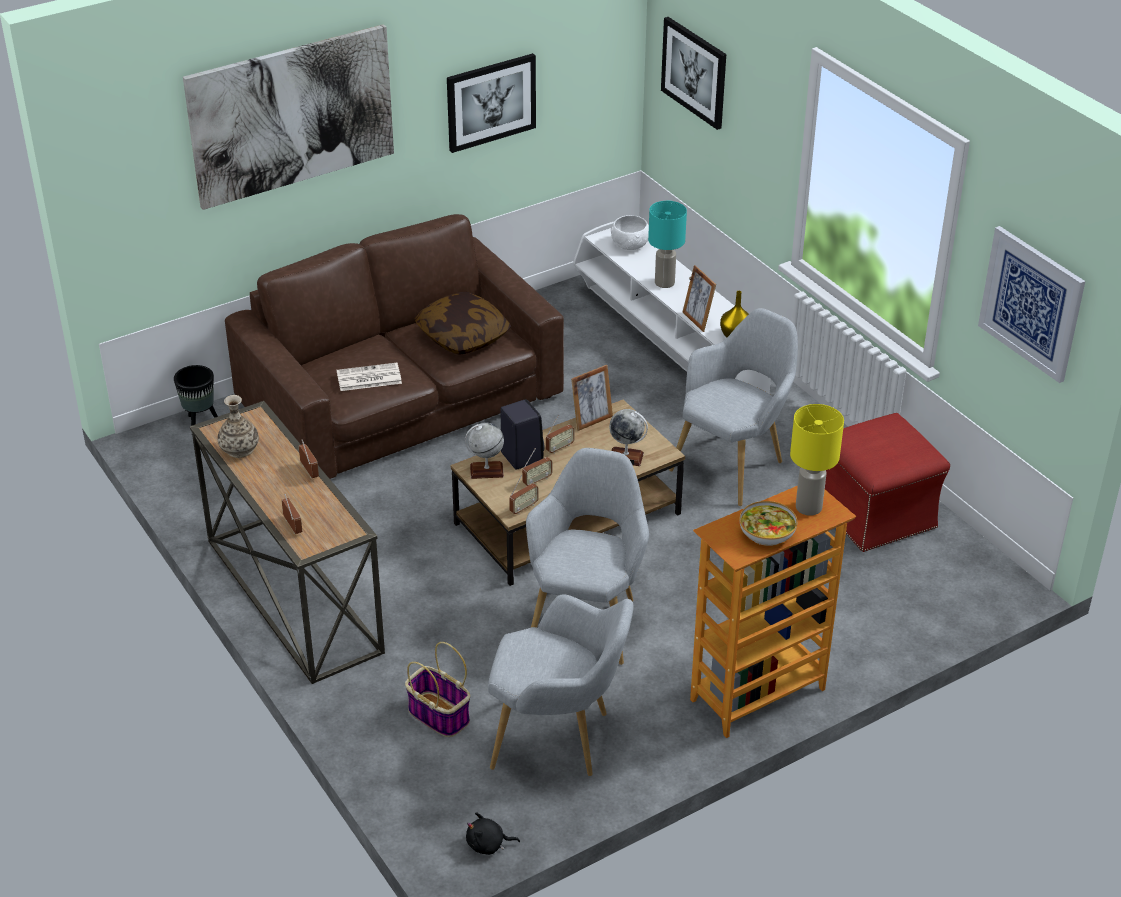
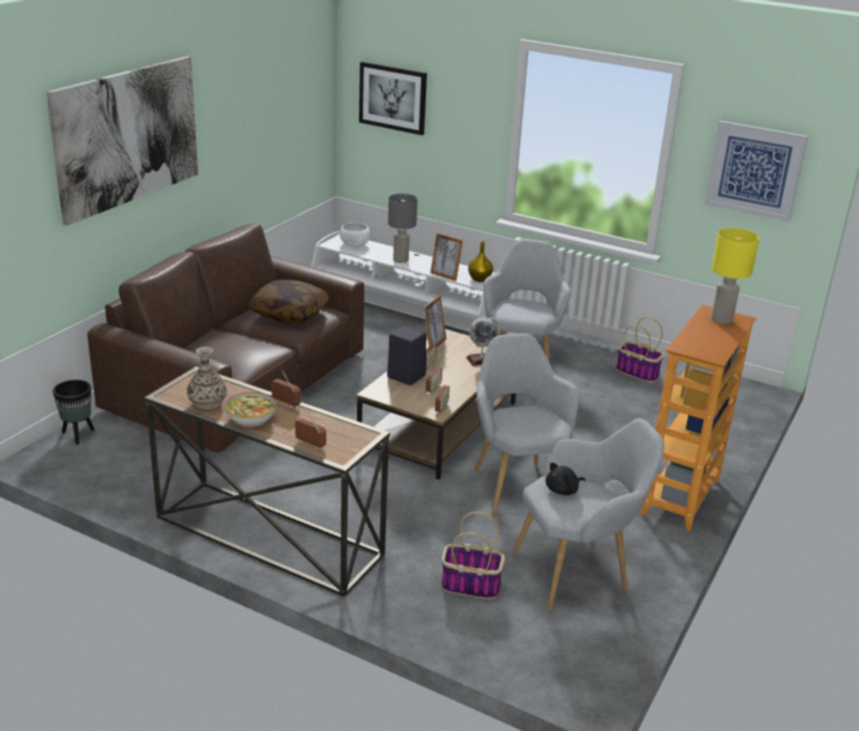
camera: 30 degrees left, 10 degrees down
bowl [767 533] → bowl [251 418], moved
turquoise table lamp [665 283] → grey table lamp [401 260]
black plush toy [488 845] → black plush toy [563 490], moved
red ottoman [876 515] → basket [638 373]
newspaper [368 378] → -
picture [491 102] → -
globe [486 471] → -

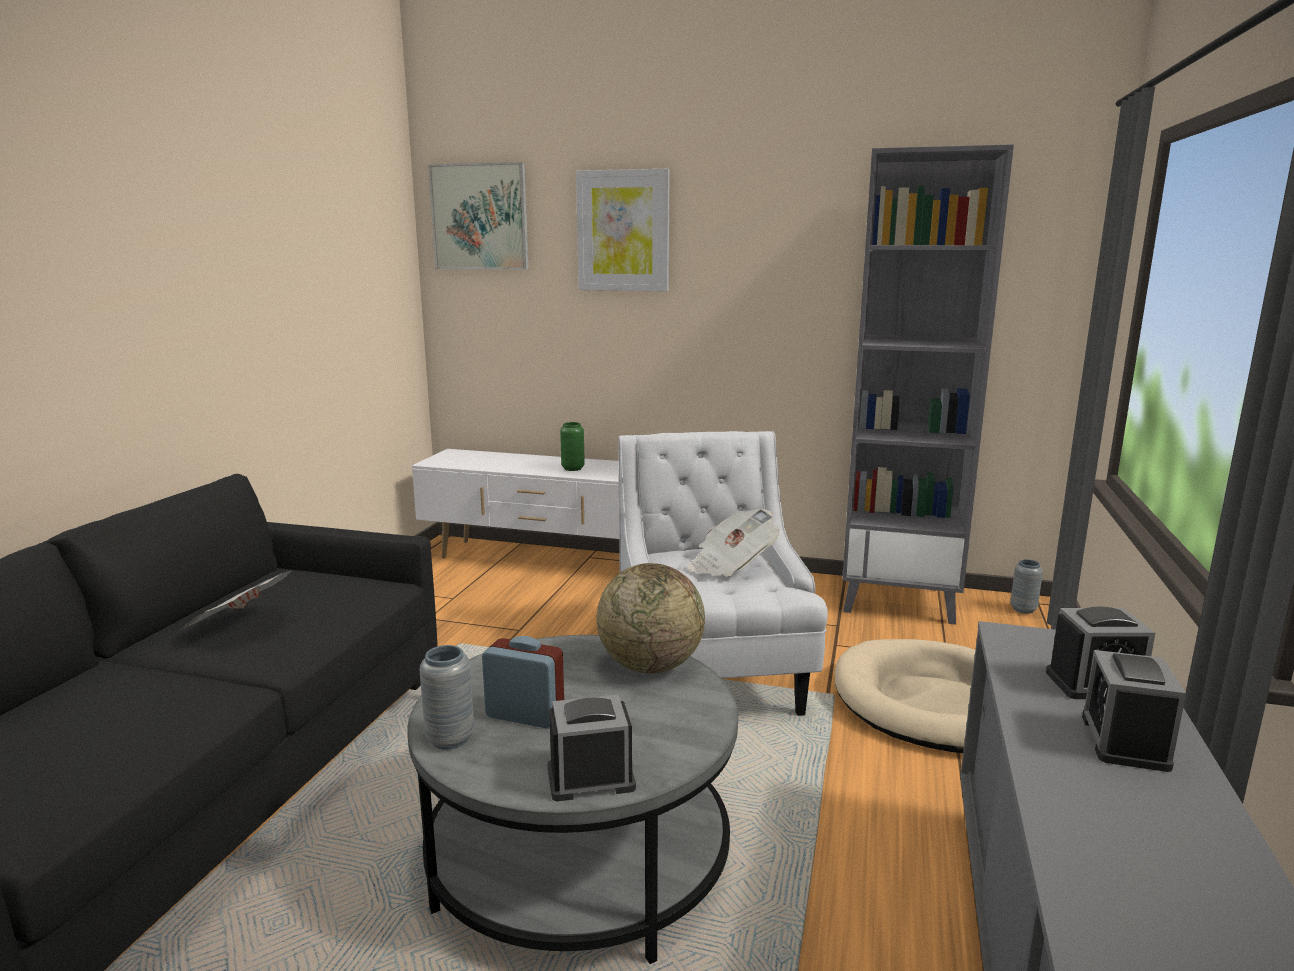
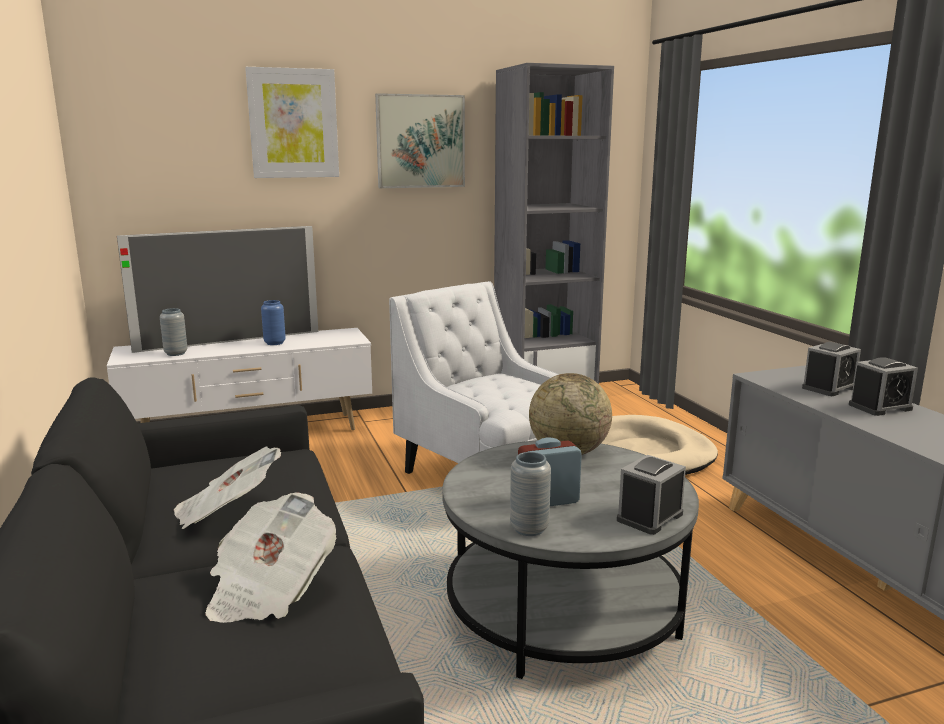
camera: 35 degrees left, 0 degrees up
- → television [229 341]
grey vase [1023 609] → grey vase [176 353], moved
newspaper [731 565] → newspaper [269 589], moved
green vase [573 468] → blue vase [274 343]
picture [479 217] → picture [420 141], moved
alarm clock [1124 741] → alarm clock [880 407], 90 degrees counterclockwise

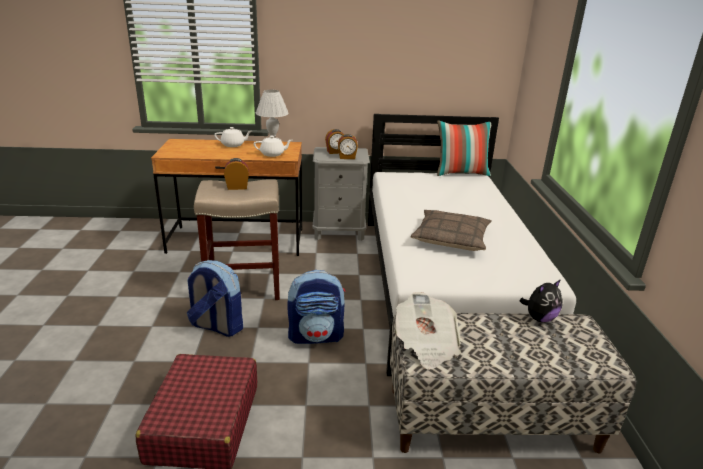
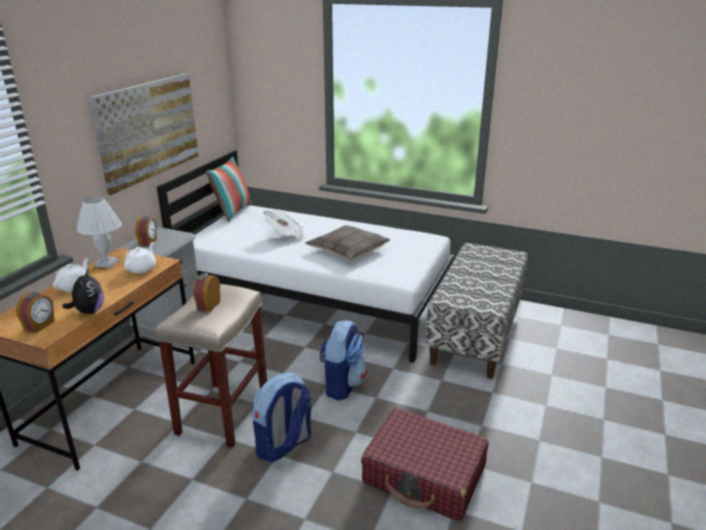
camera: 65 degrees left, 0 degrees up
alarm clock [347 157] → alarm clock [40 326], moved
plush toy [539 318] → plush toy [89 311], moved
- → picture [149 130]
newspaper [426 345] → newspaper [285 235], moved

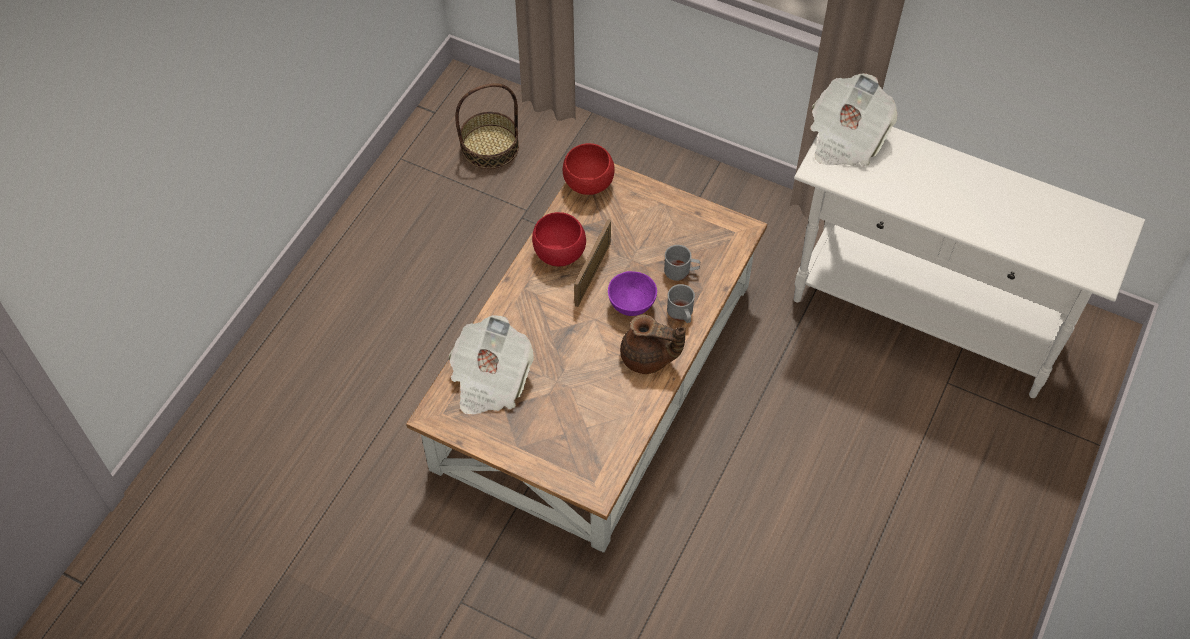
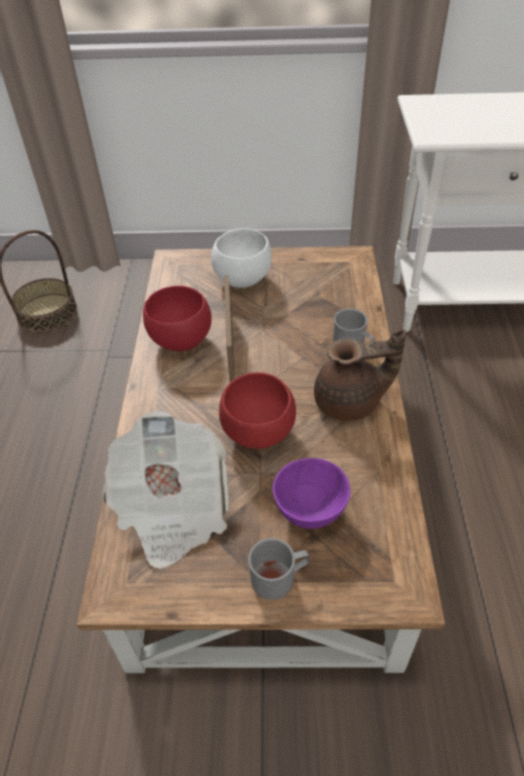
camera: 25 degrees left, 10 degrees down
- → white bowl [241 279]
red bowl [589 184] → red bowl [260 433], moved
grey mug [681 271] → grey mug [279 577], moved
purple bowl [631 305] → purple bowl [309 510], moved
newspaper [846 138] → -

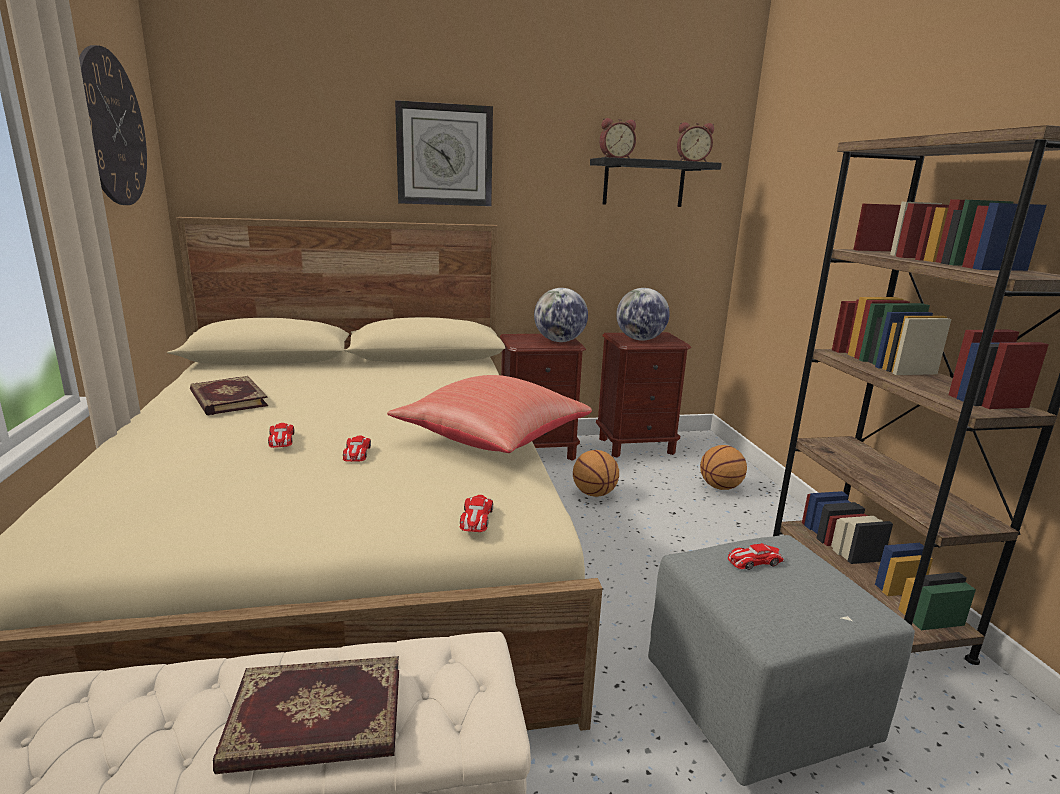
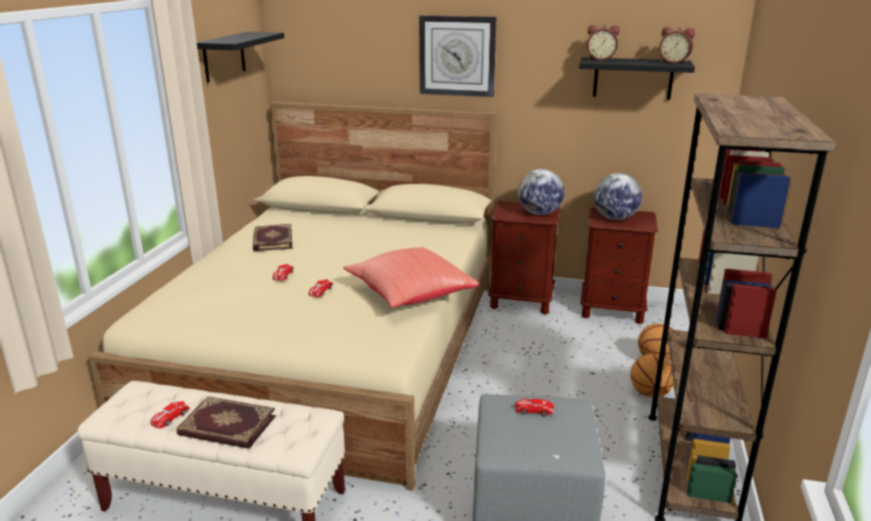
camera: 25 degrees right, 5 degrees up
toy car [476 518] → toy car [170 417], moved
wall clock [111 128] → black shelf [224 56]
basketball [594 494] → basketball [650 394], moved

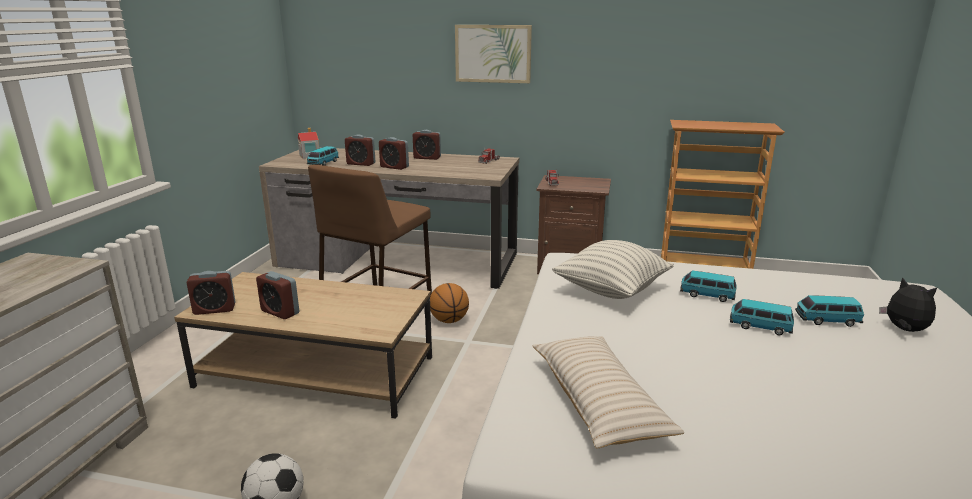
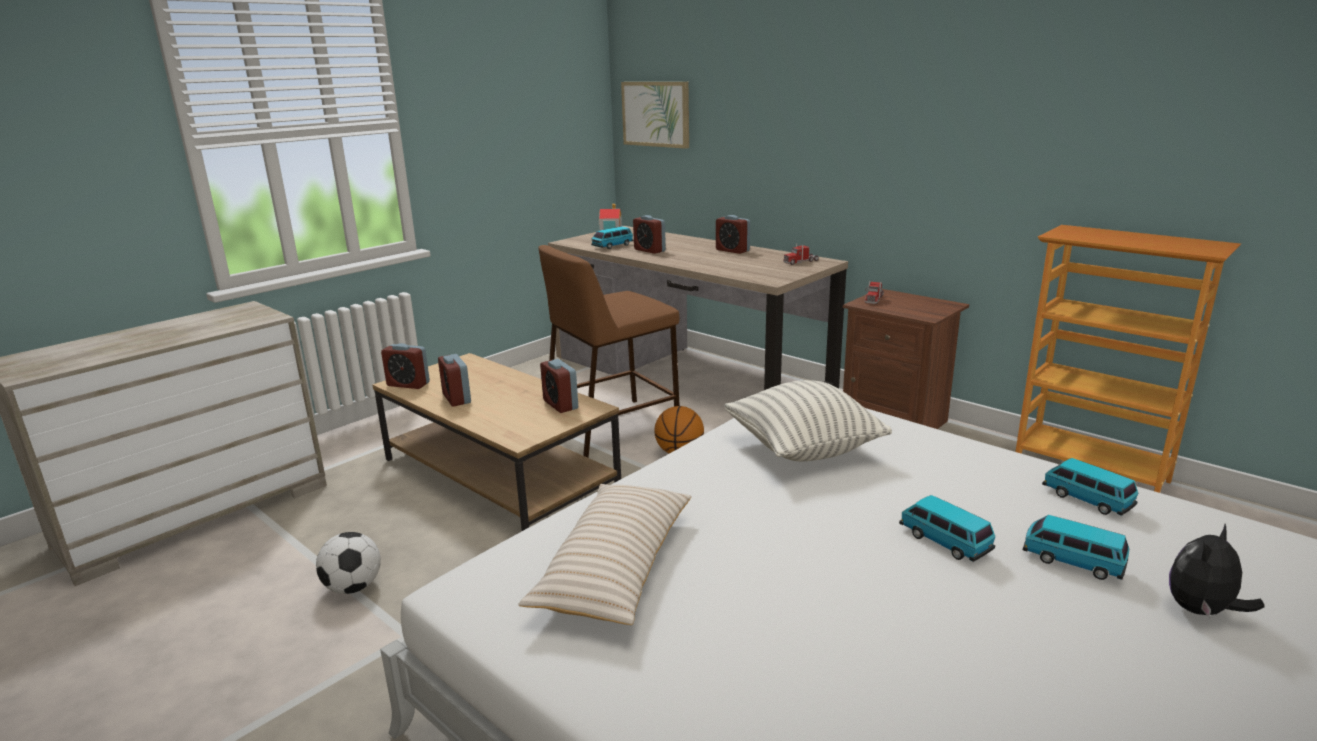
camera: 30 degrees right, 0 degrees up
alarm clock [394 167] → alarm clock [560 405], moved
picture [493 53] → picture [656 114], moved
toy car [707 295] → toy car [1087 499], moved
plush toy [904 330] → plush toy [1202 611], 120 degrees counterclockwise

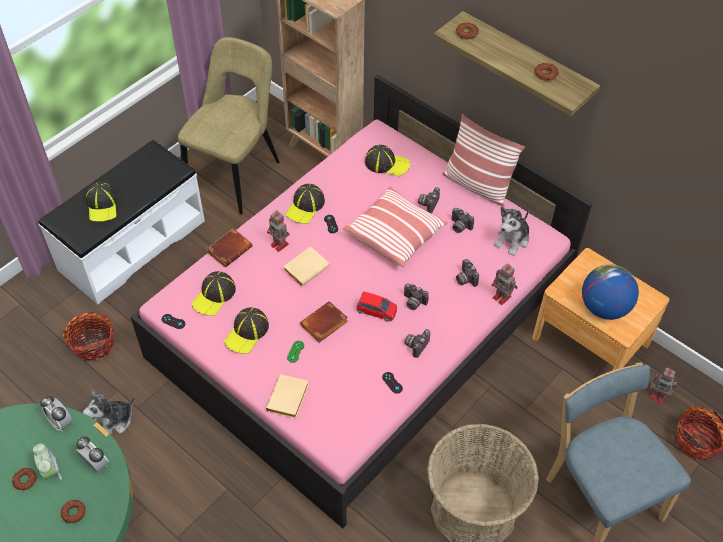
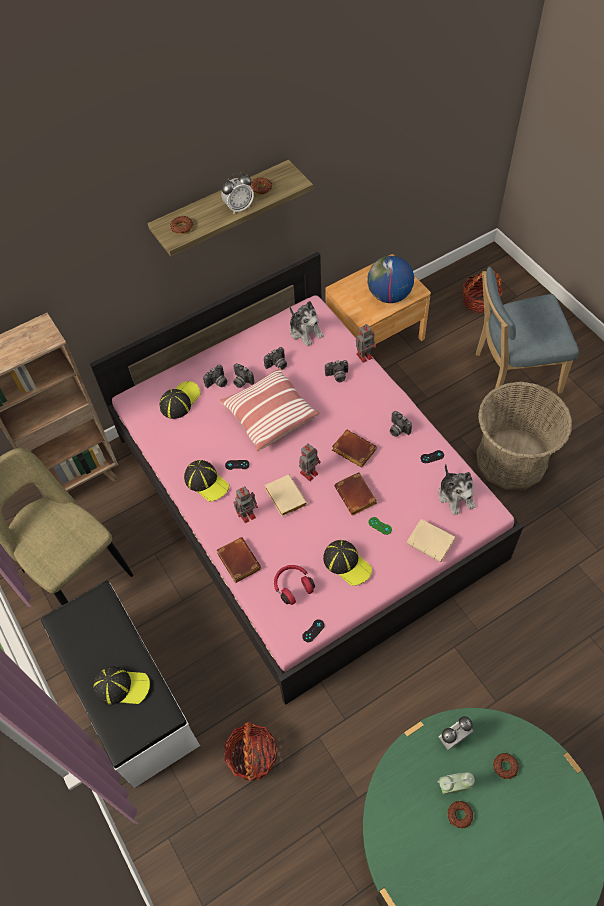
camera: 70 degrees left, 5 degrees up
photo camera [413 302] → photo camera [217 383], moved
alarm clock [61 422] → alarm clock [239 208], moved
cap [214 296] → red headphones [292 586]
toy robot [658 396] → toy robot [309 472], moved
red toy car [376 311] → brown book [352 450]
plush toy [113 421] → plush toy [456 496], moved
pillow [477 185] → -

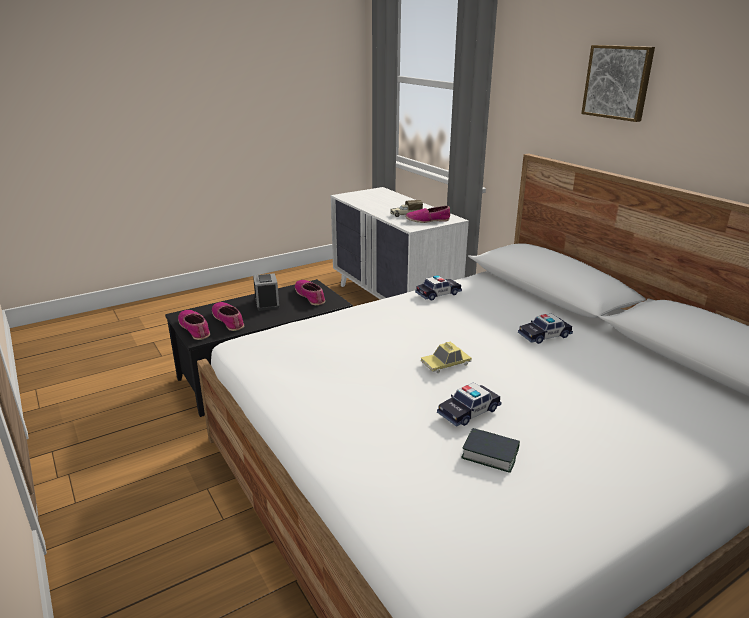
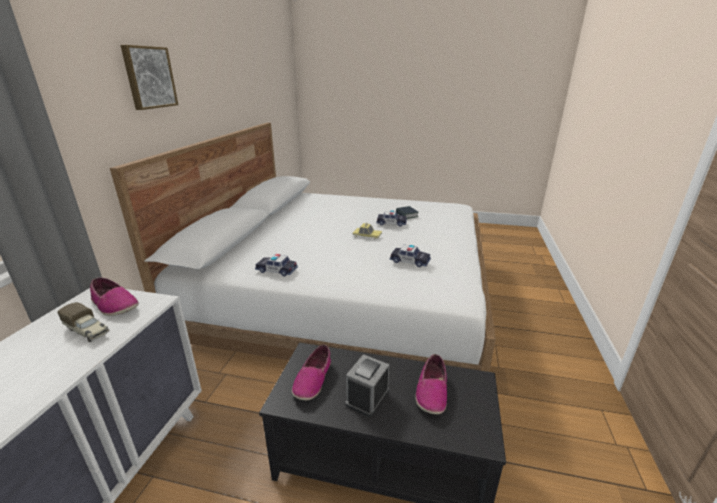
camera: 135 degrees left, 0 degrees up
toy car [544 335] → toy car [410 261], moved
shoe [195 328] → -

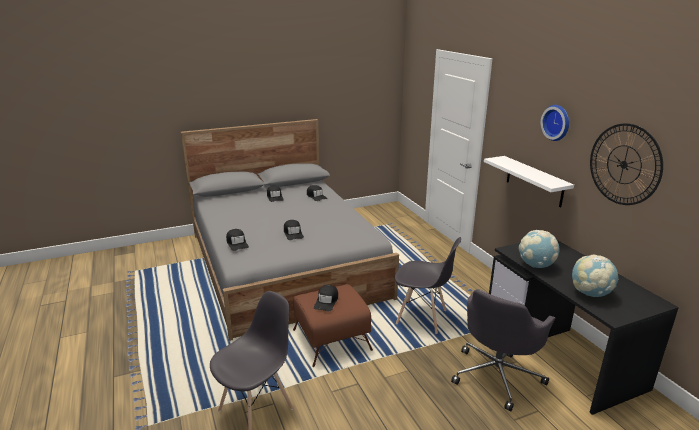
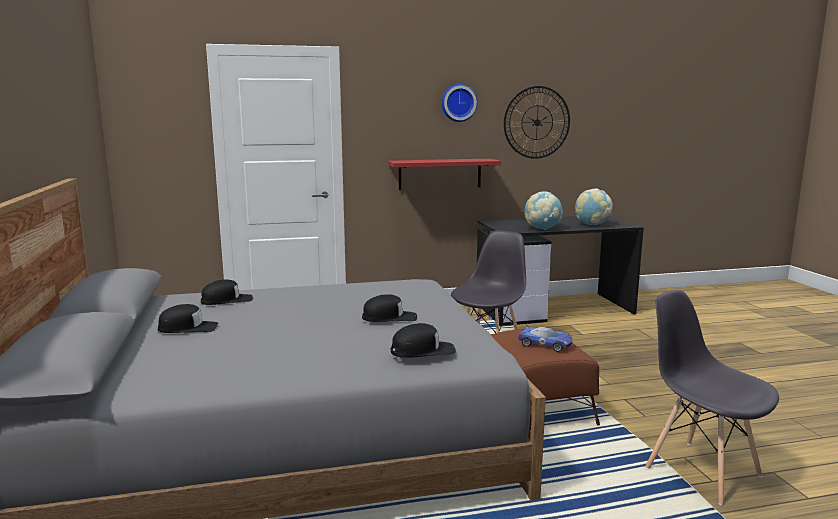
camera: 80 degrees left, 10 degrees down
white shelf [534 181] → red shelf [440 174]
black cap [326 301] → toy car [546 344]
grey office chair [497 375] → -

